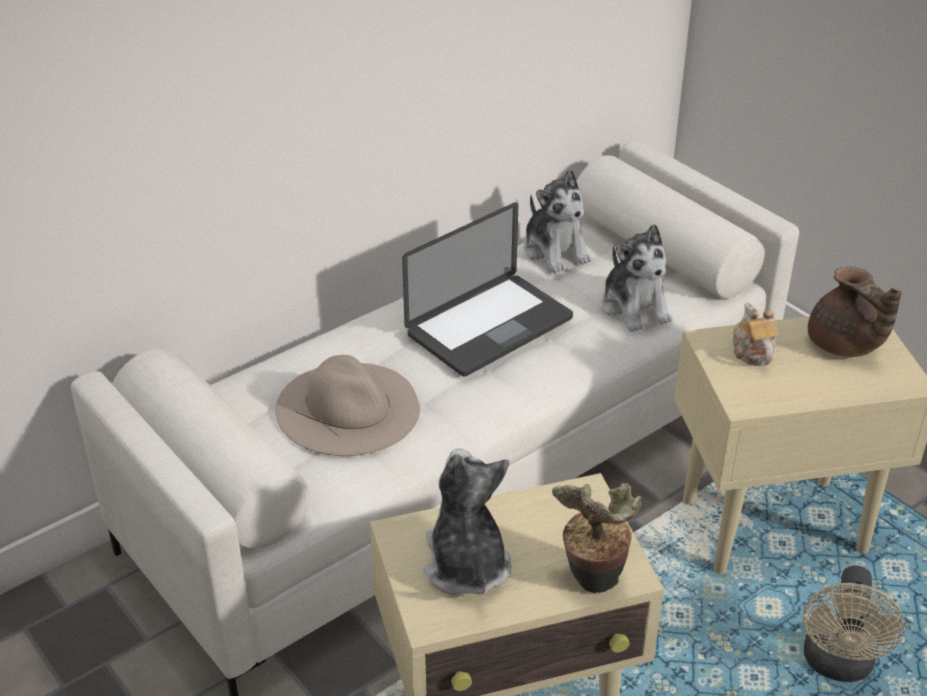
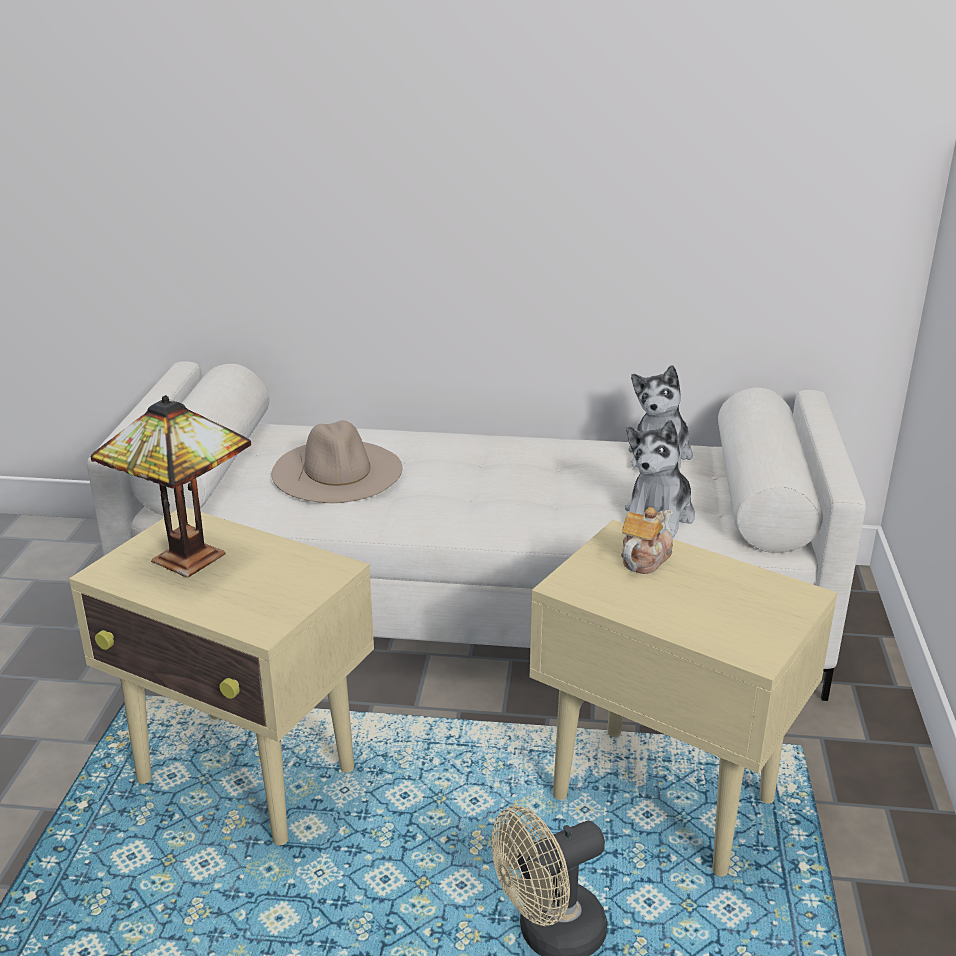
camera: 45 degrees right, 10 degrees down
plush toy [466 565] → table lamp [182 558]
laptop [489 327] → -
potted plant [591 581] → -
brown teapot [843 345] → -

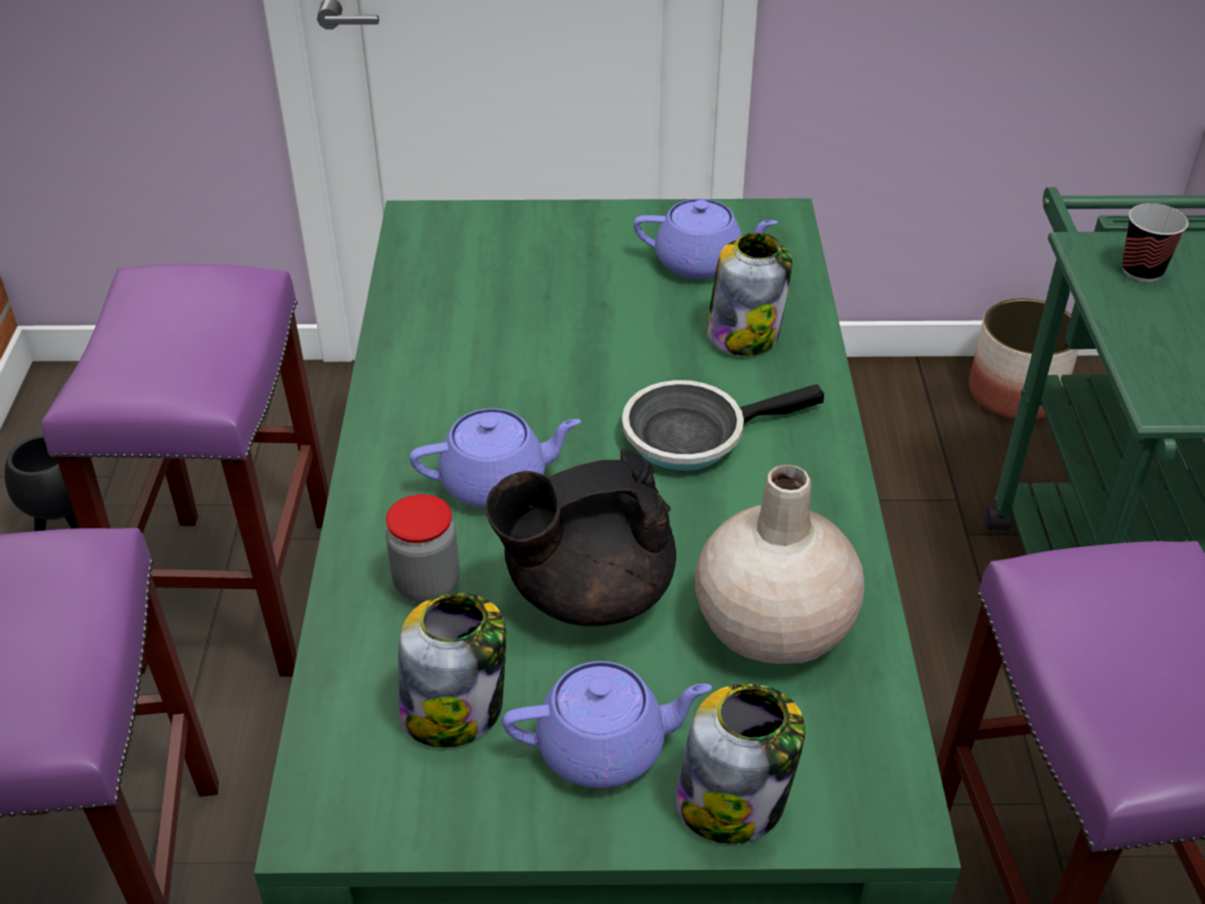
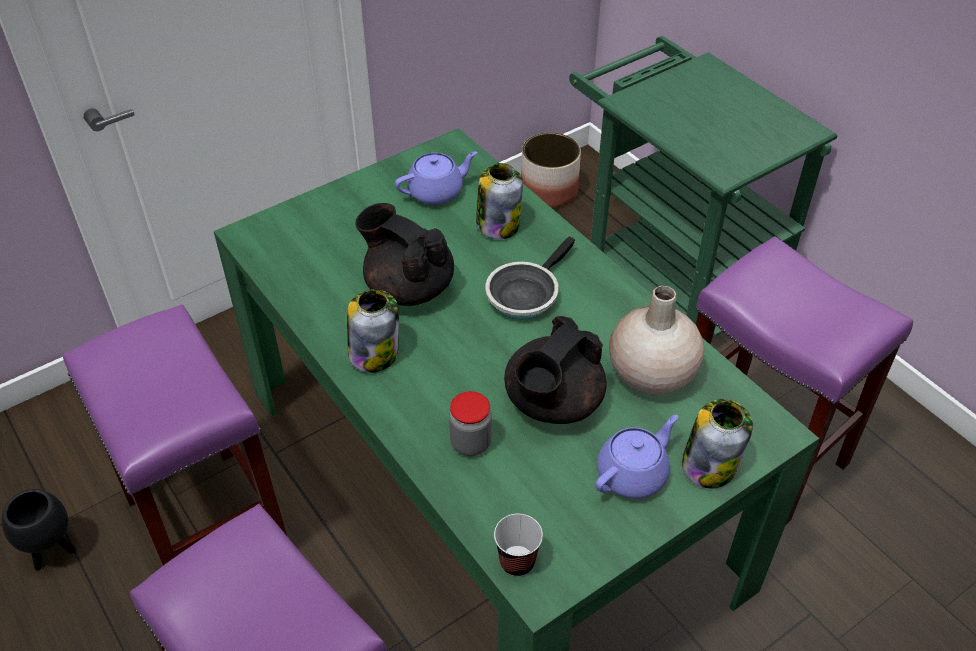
camera: 35 degrees left, 5 degrees up
jar [454 708] → jar [374 353], moved
- → black teapot [408 287]
cup [1142 271] → cup [517 562], moved
purple teapot [496 482] → -

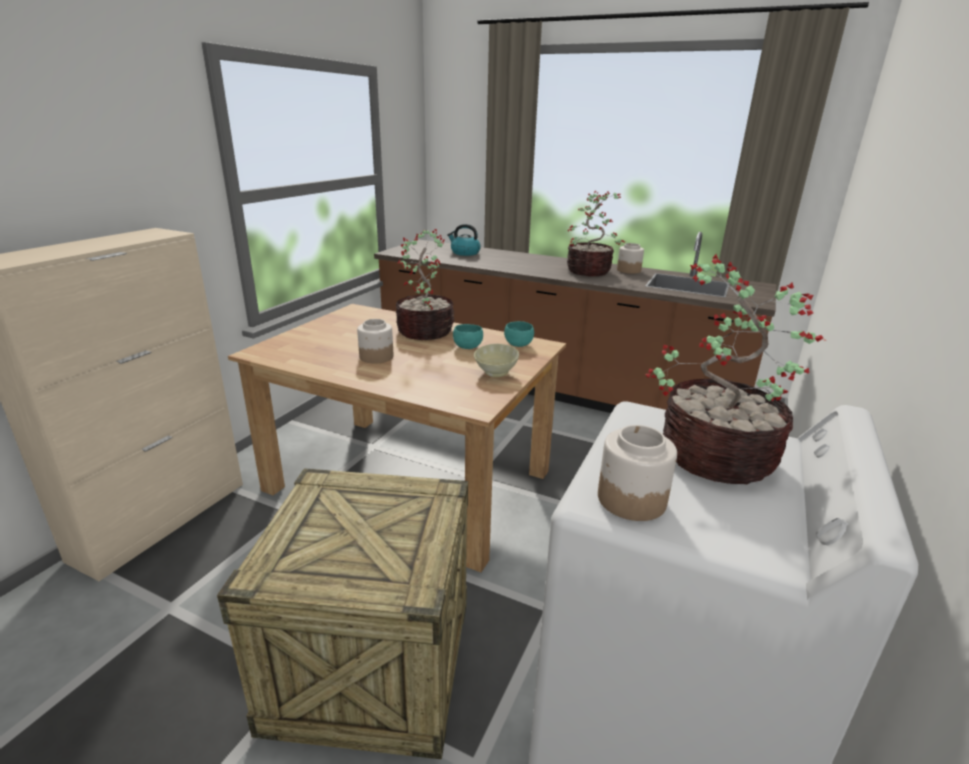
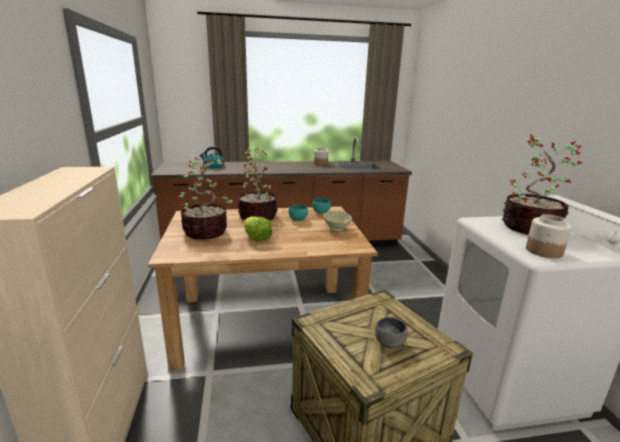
camera: 35 degrees left, 5 degrees down
potted plant [590 271] → potted plant [207 232], moved
jar [376 357] → lettuce [256 237]
- → grey bowl [388 342]

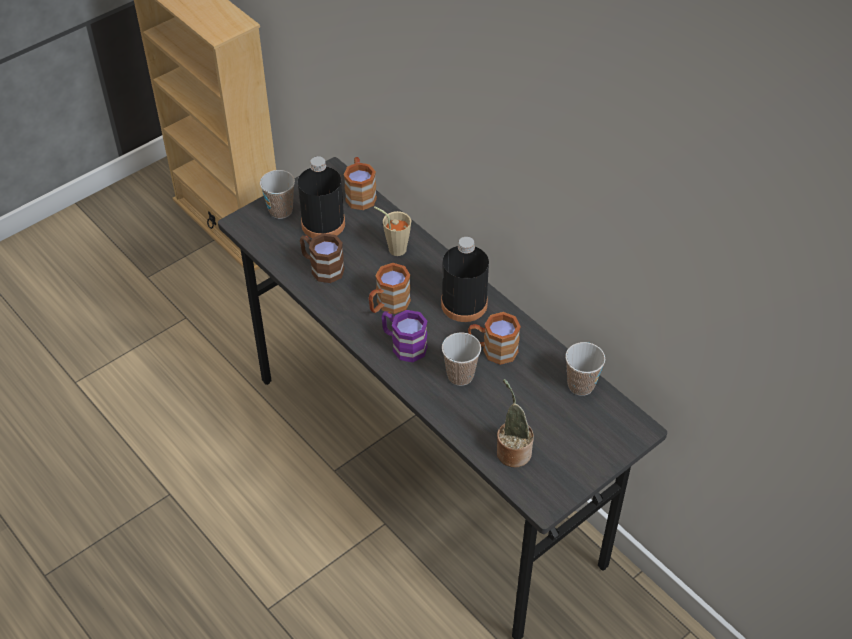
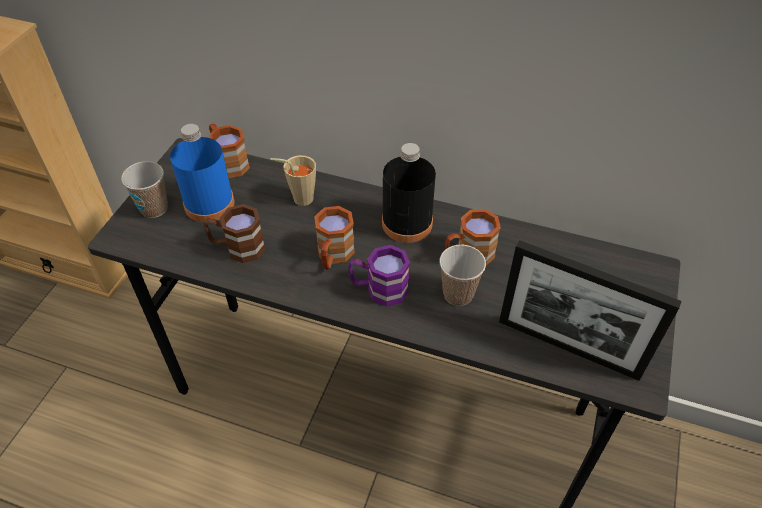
camera: 30 degrees left, 0 degrees up
black bottle [323 224] → blue bottle [209 204]
potted plant [512 451] → picture frame [568 347]
cup [580 385] → -

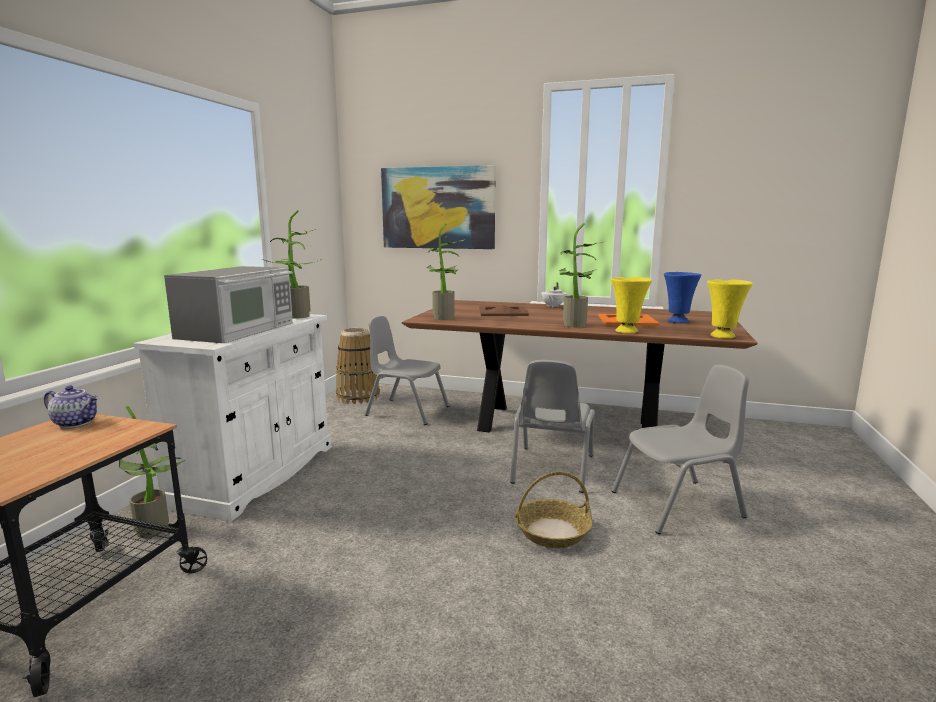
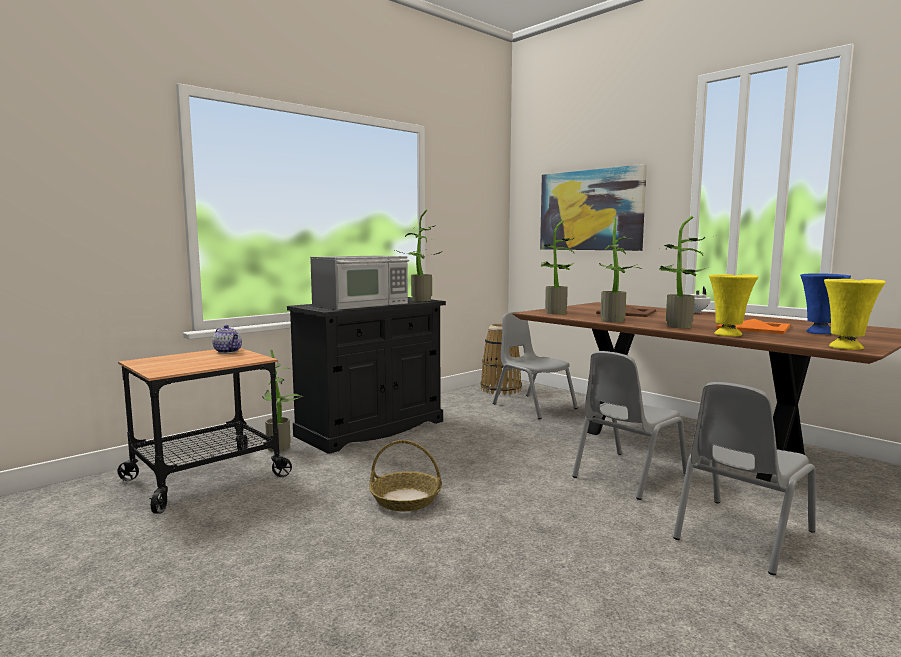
camera: 30 degrees right, 5 degrees down
white cabinet [256 474] → black cabinet [371 428]
basket [553 532] → basket [406 499], moved
- → potted plant [616 321]
grey chair [678 505] → grey chair [742 535], 120 degrees clockwise

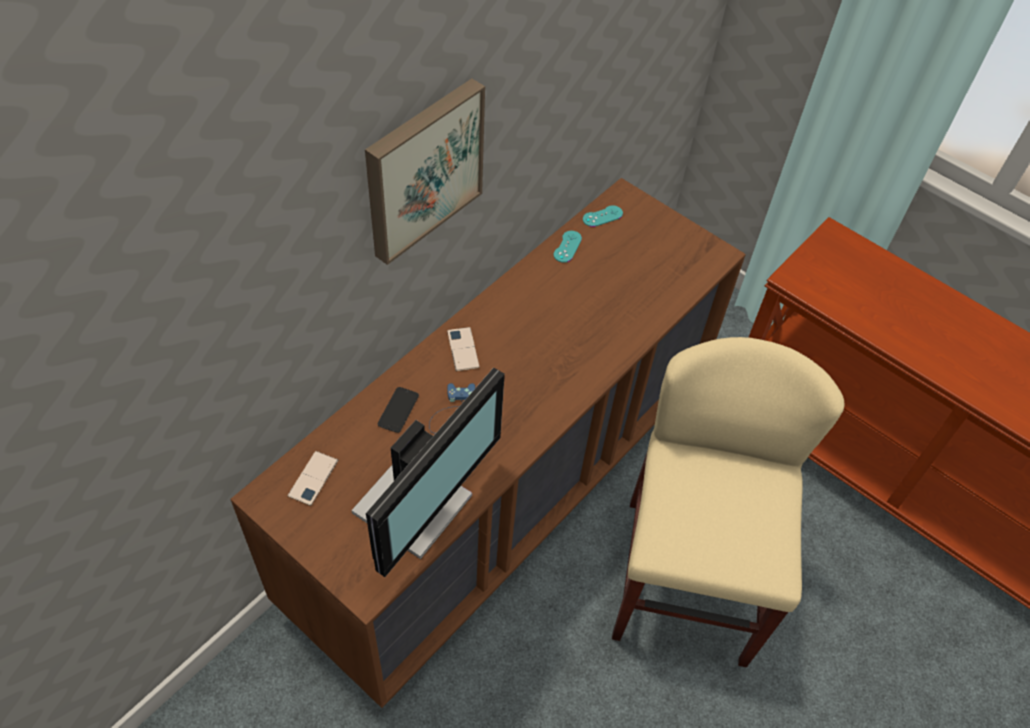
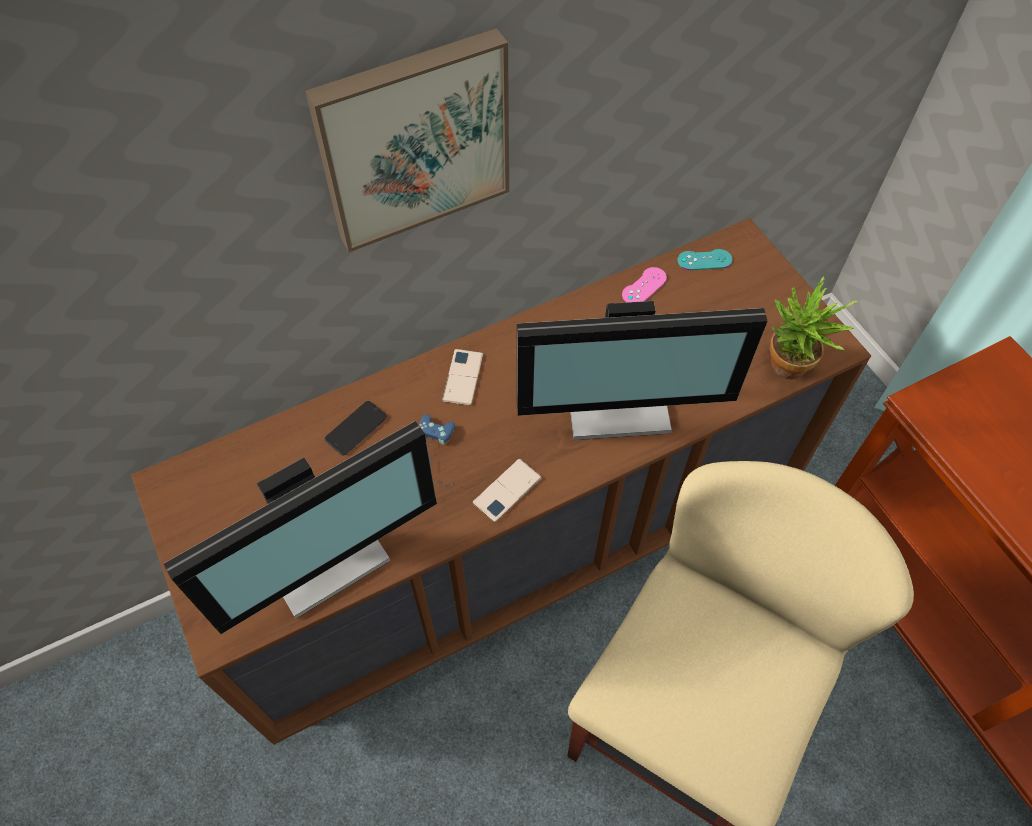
camera: 25 degrees right, 5 degrees up
phone [313 478] → phone [507 490], moved
- → monitor [618 400]
turquoise game controller [567 246] → pink game controller [644 286]
- → potted plant [786 371]

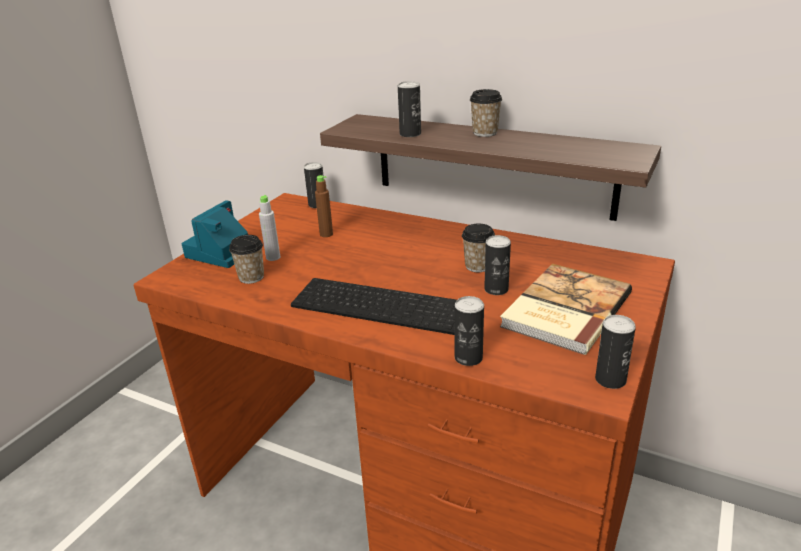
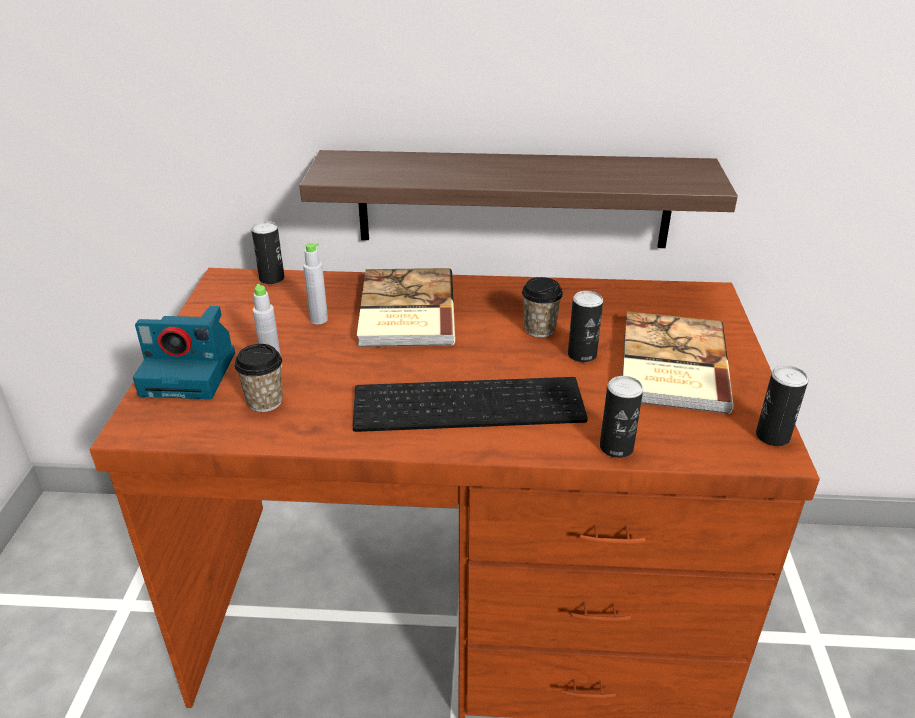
camera: 25 degrees left, 5 degrees up
photo camera [222 252] → photo camera [191 373], 90 degrees counterclockwise
brown bottle [326 234] → grey bottle [319 319]
- → book [404 311]
can [410 134] → -
cup [485 133] → -

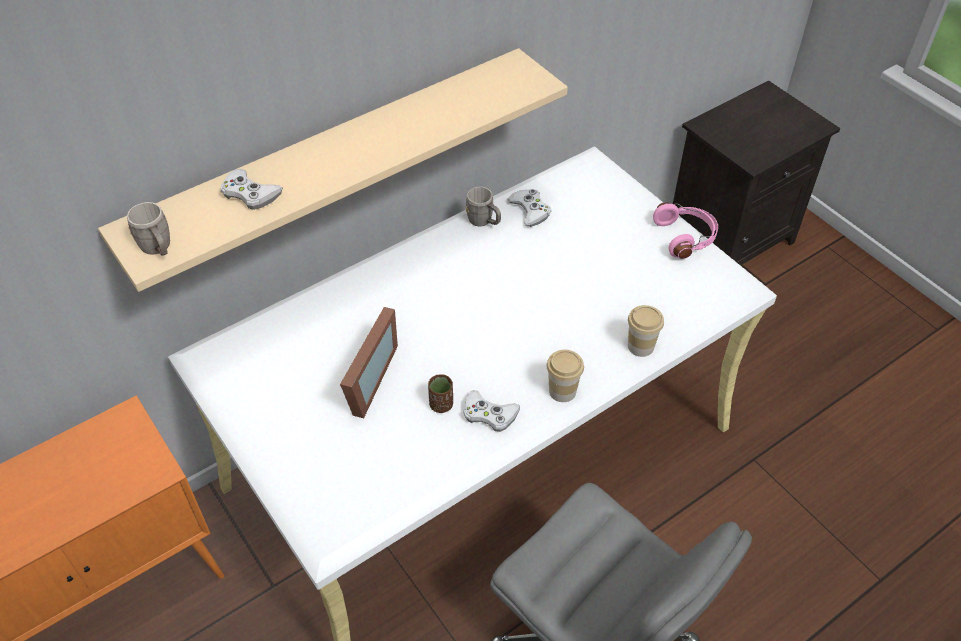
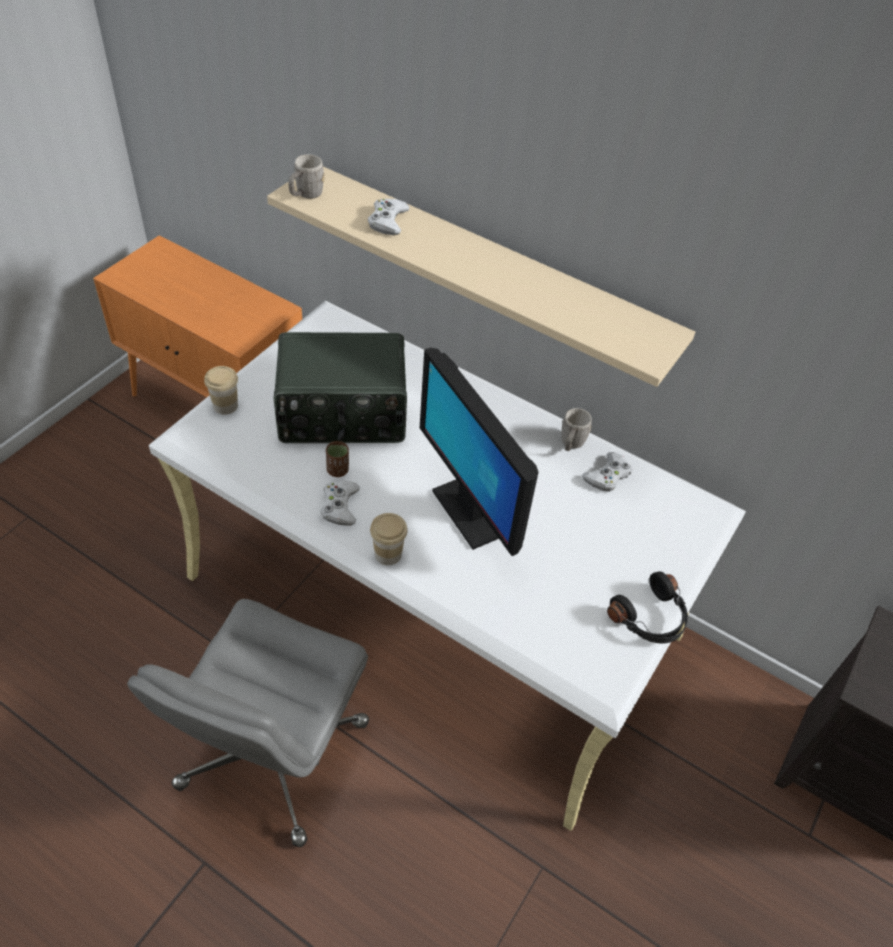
camera: 65 degrees right, 0 degrees up
cup [640 346] → cup [225 405], moved
picture frame [364 381] → radio [342 414]
- → monitor [470 511]
pink headphones [686 237] → black headphones [650 619]

